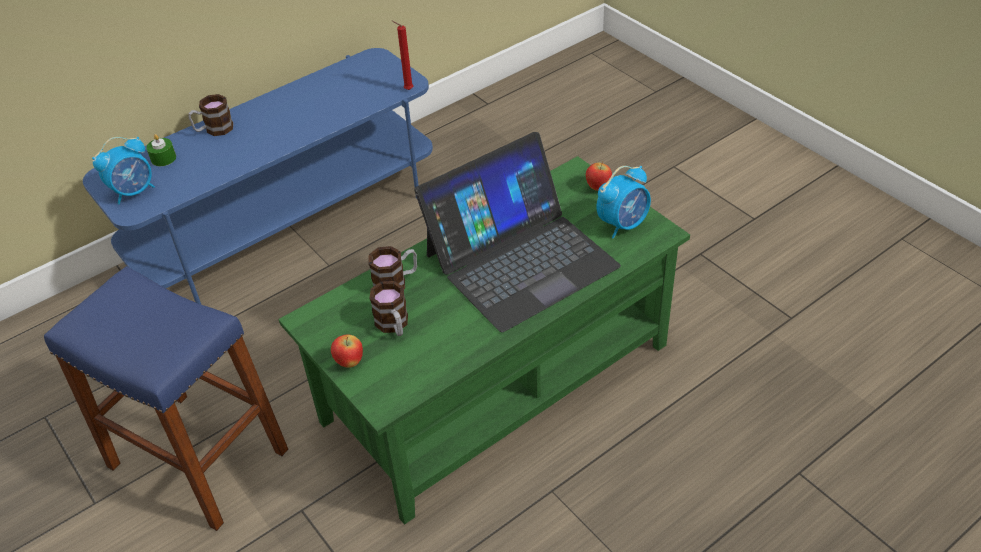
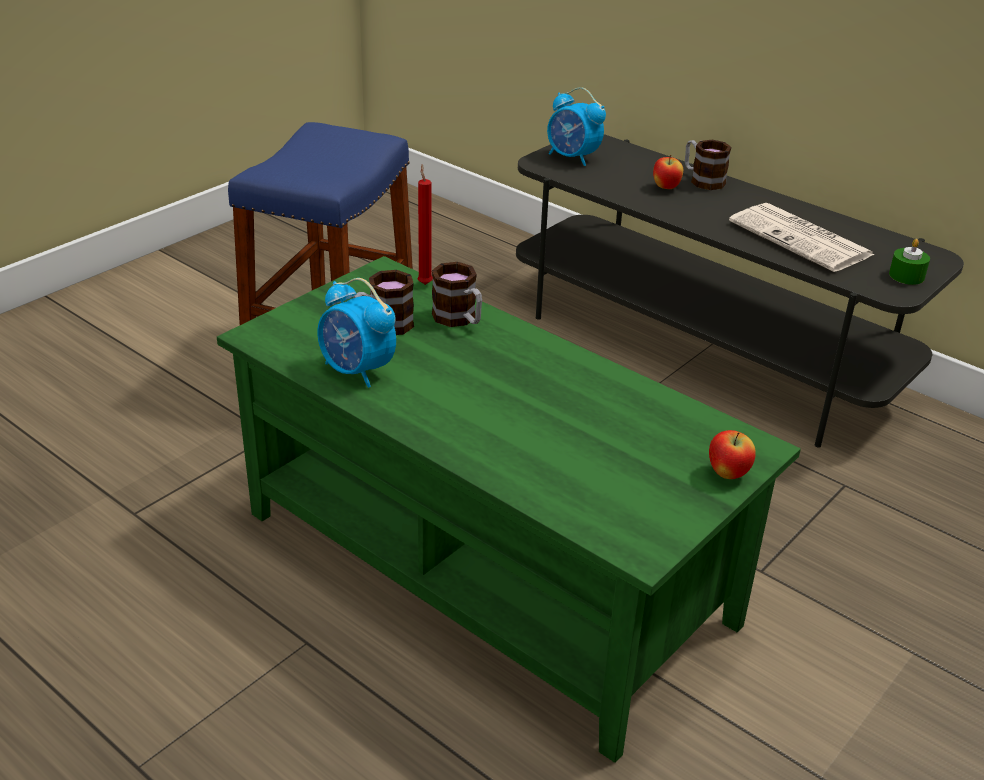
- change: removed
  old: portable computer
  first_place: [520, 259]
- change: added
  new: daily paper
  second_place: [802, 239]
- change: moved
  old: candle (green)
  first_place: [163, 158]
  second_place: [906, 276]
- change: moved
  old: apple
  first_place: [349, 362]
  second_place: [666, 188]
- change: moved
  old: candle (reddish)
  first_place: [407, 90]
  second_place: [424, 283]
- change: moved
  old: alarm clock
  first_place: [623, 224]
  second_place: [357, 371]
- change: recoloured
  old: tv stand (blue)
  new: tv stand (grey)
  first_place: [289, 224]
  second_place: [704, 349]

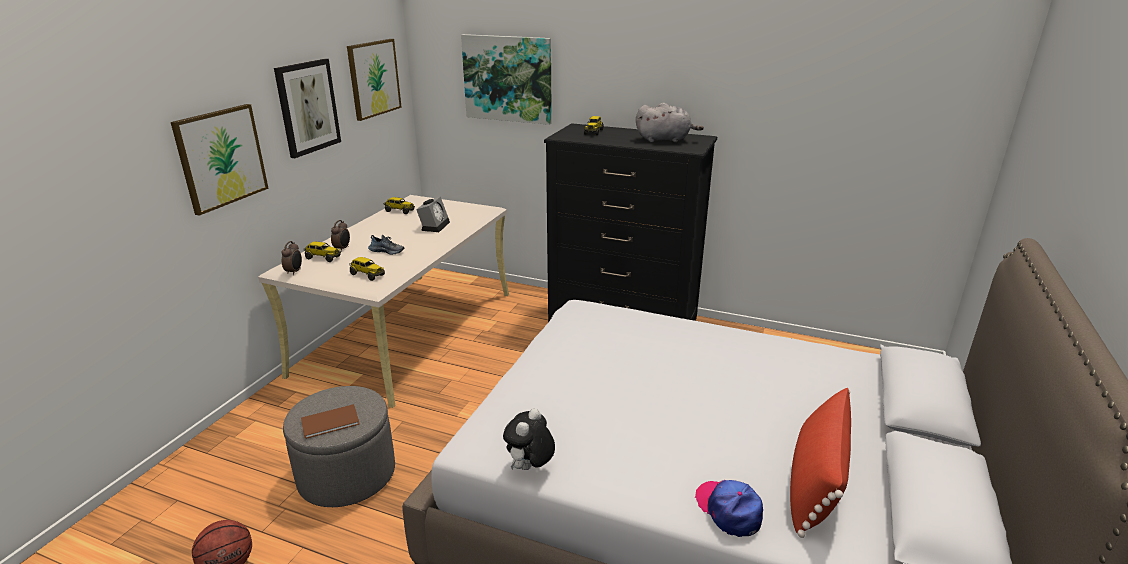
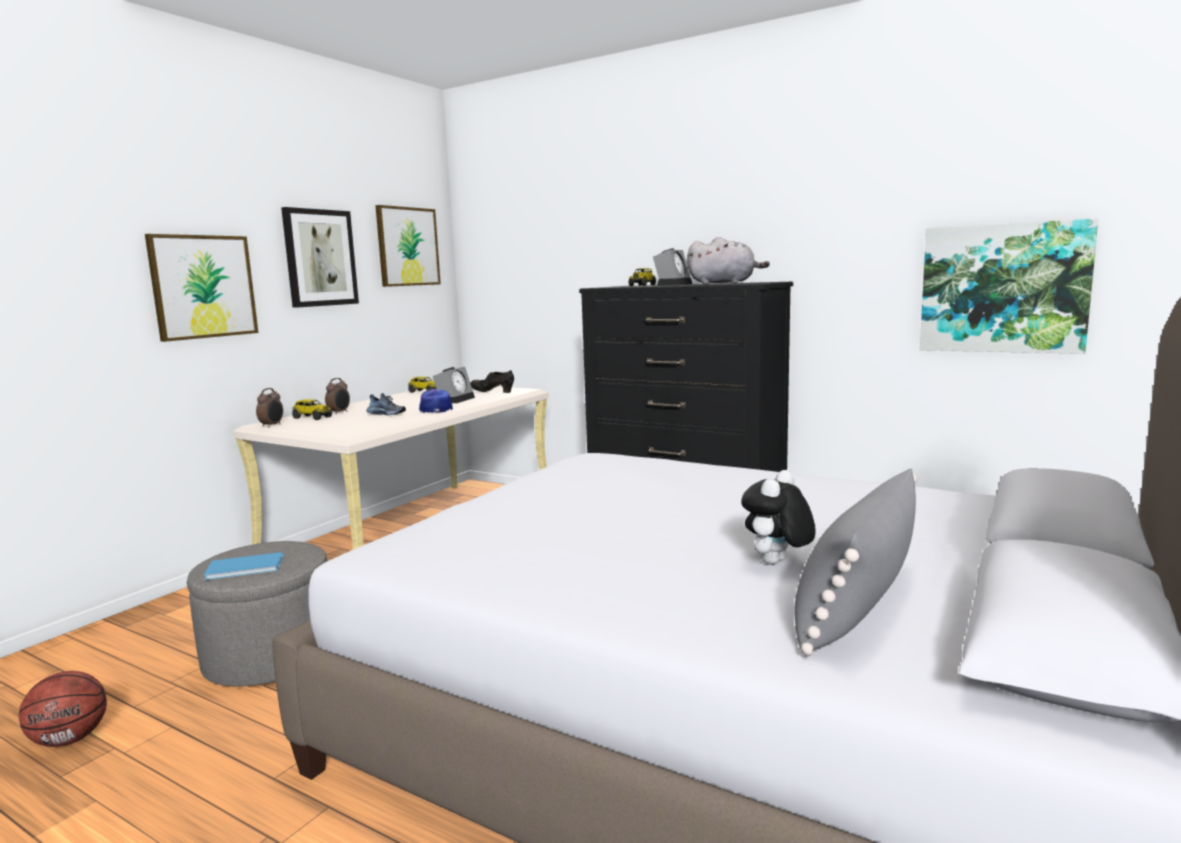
- change: removed
  old: toy truck
  first_place: [367, 274]
- change: added
  new: item of footwear (black)
  second_place: [492, 392]
- change: added
  new: alarm clock
  second_place: [673, 284]
- change: moved
  old: wall picture
  first_place: [508, 79]
  second_place: [1003, 288]
- change: moved
  old: plush toy
  first_place: [530, 468]
  second_place: [777, 564]
- change: moved
  old: baseball cap
  first_place: [728, 510]
  second_place: [435, 409]
- change: recoloured
  old: bound book (brown-coloured)
  new: bound book (blue)
  first_place: [332, 422]
  second_place: [246, 568]
- change: recoloured
  old: throw pillow (reddish)
  new: throw pillow (grey)
  first_place: [815, 481]
  second_place: [856, 602]

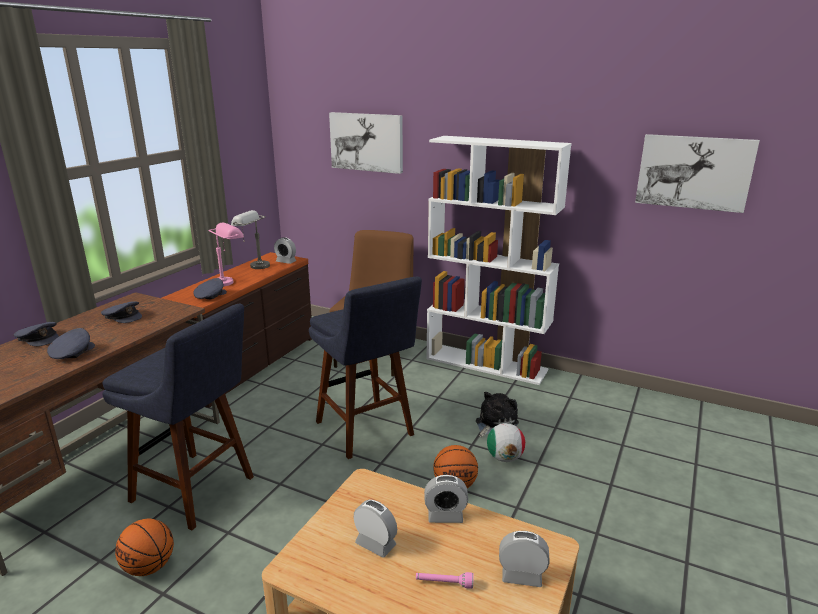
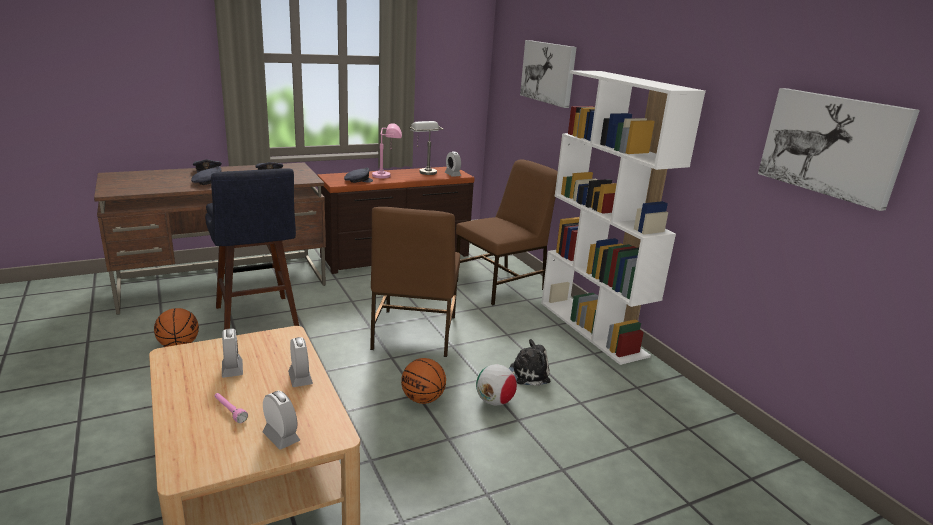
- change: replaced
  old: stool (blue)
  new: upright chair (brown-coloured)
  first_place: [367, 431]
  second_place: [413, 333]
- change: turned
  old: alarm clock
  first_place: [445, 516]
  second_place: [300, 378]
  degrees: -150

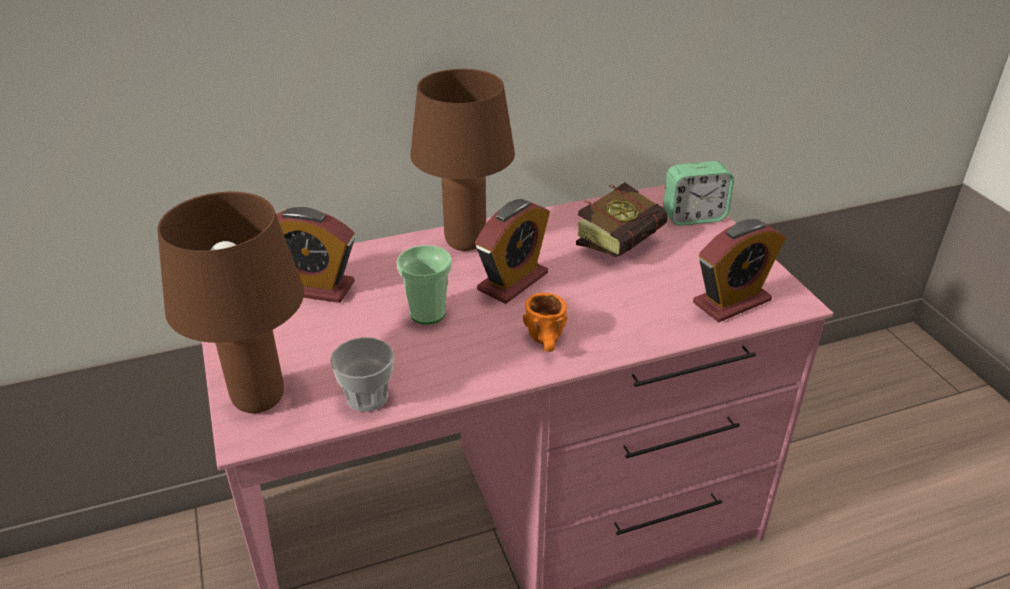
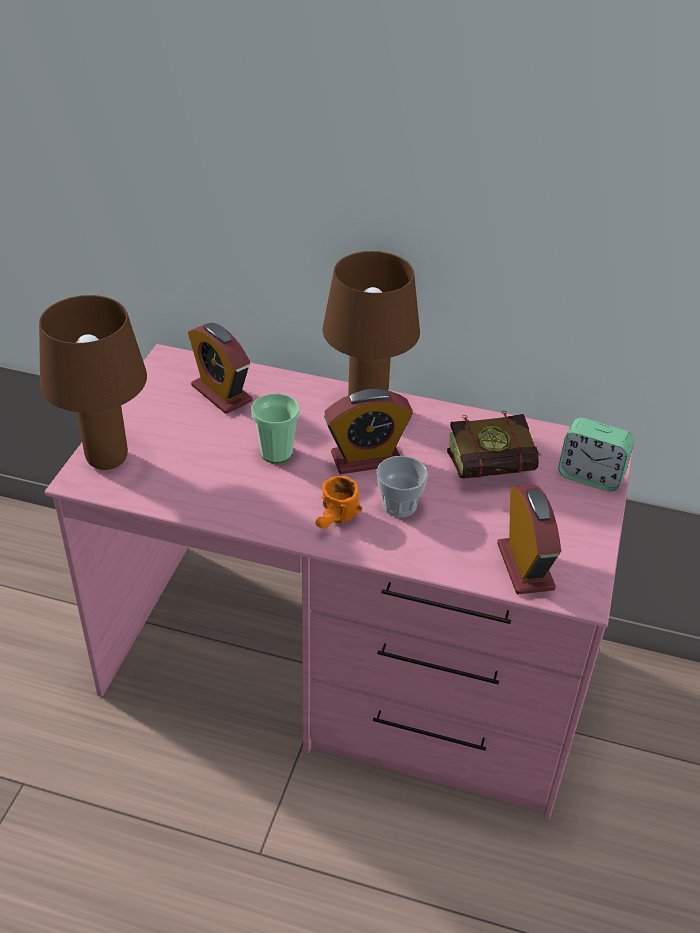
- change: moved
  old: cup
  first_place: [367, 397]
  second_place: [399, 505]
- change: turned
  old: alarm clock
  first_place: [731, 302]
  second_place: [525, 566]
  degrees: -105

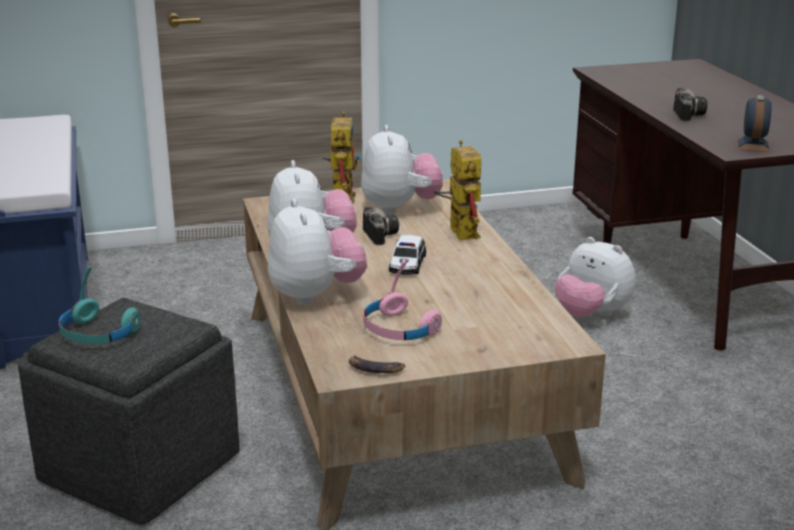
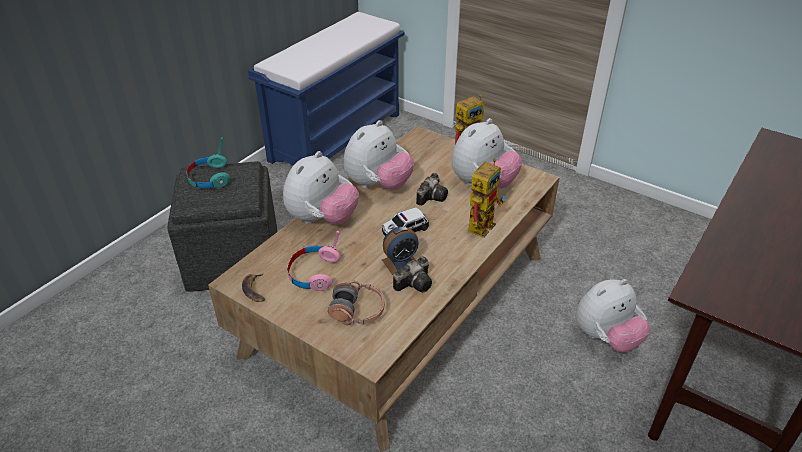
- change: added
  new: headset
  second_place: [357, 311]
- change: moved
  old: still camera
  first_place: [687, 114]
  second_place: [415, 283]
- change: moved
  old: alarm clock
  first_place: [753, 145]
  second_place: [400, 262]
- change: turned
  old: plush toy
  first_place: [591, 314]
  second_place: [606, 338]
  degrees: -120

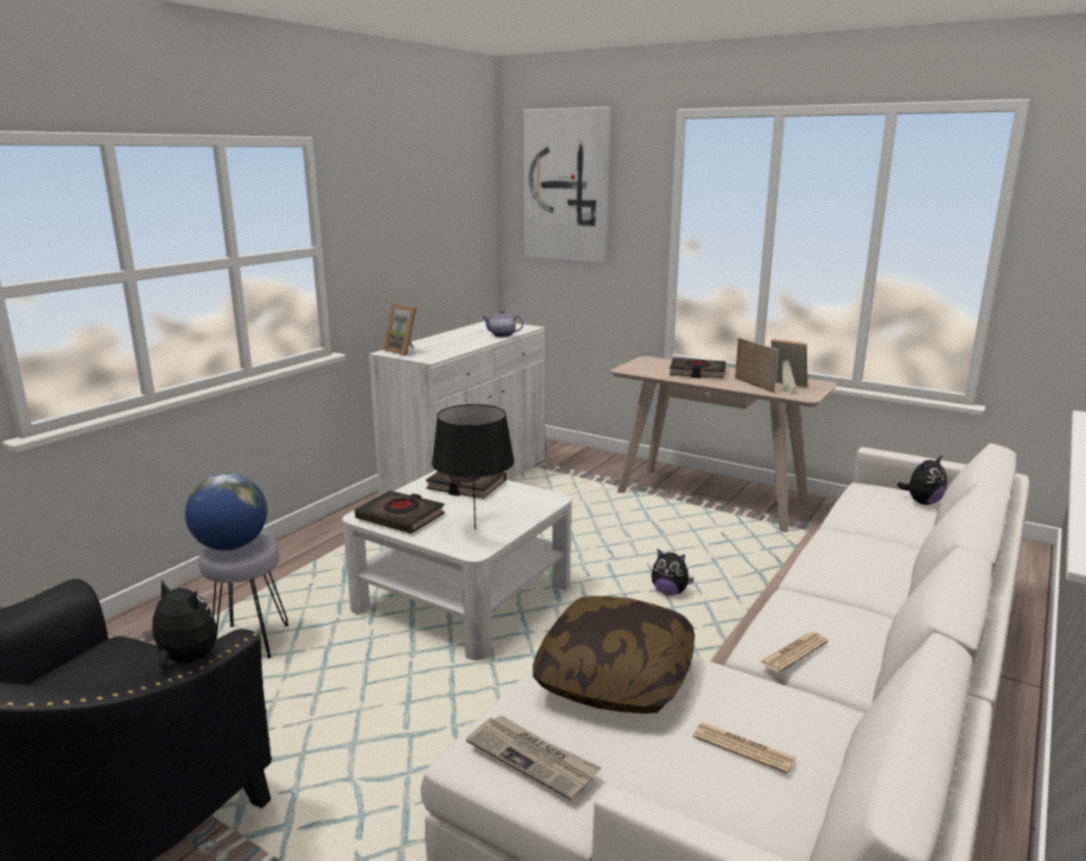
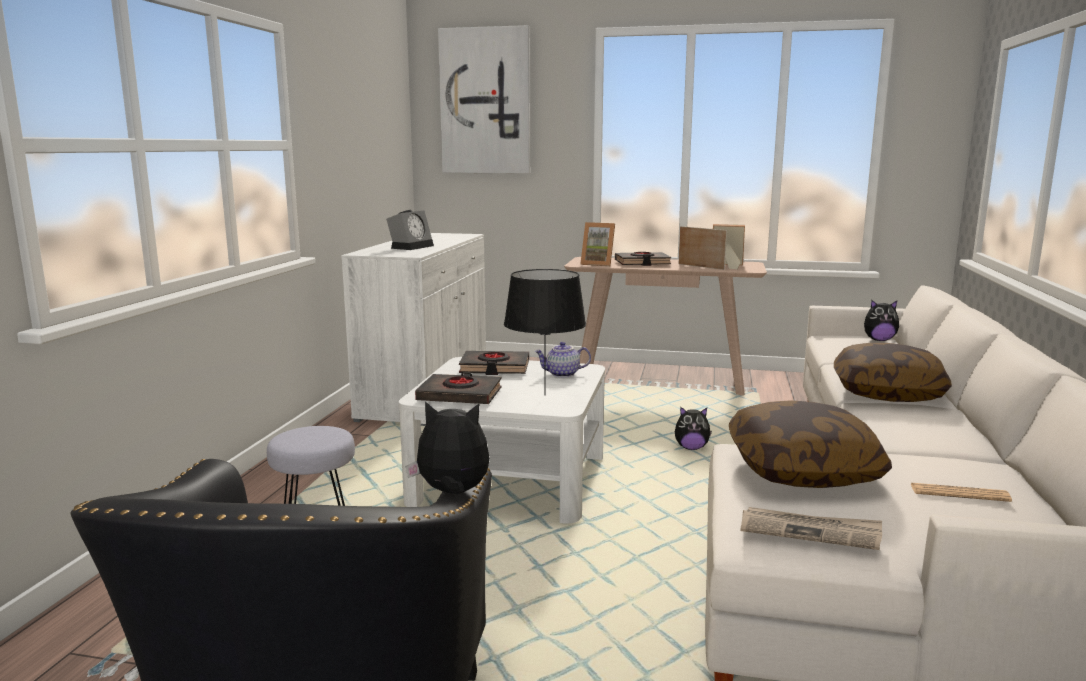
- change: removed
  old: globe
  first_place: [231, 546]
- change: removed
  old: daily paper
  first_place: [794, 653]
- change: added
  new: alarm clock
  second_place: [411, 247]
- change: added
  new: throw pillow
  second_place: [887, 393]
- change: moved
  old: standing frame
  first_place: [404, 351]
  second_place: [598, 264]
- change: moved
  old: pot for tea
  first_place: [502, 335]
  second_place: [562, 374]
- change: turned
  old: plush toy
  first_place: [922, 502]
  second_place: [879, 340]
  degrees: 60

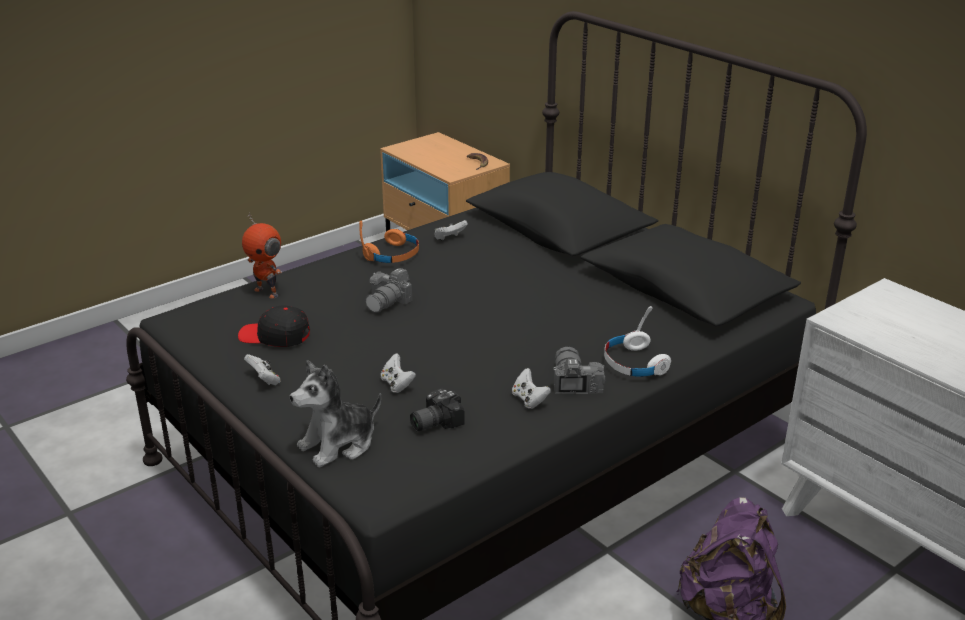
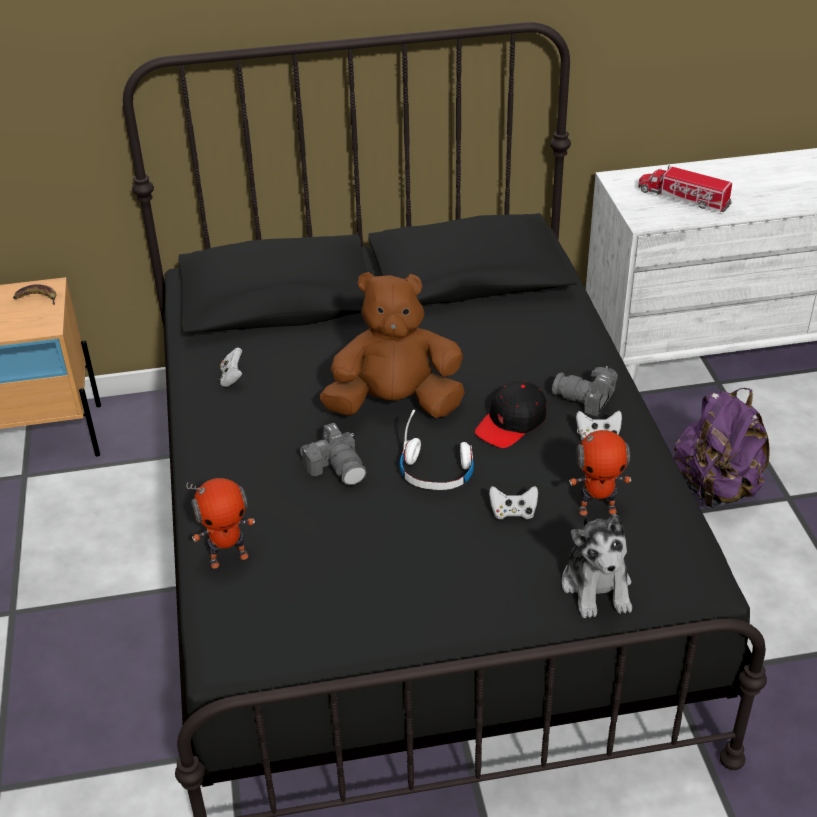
- change: removed
  old: game controller (white)
  first_place: [264, 380]
- change: removed
  old: headset (orange)
  first_place: [393, 255]
- change: added
  new: plush toy (brown-coloured)
  second_place: [395, 405]
- change: added
  new: toy truck
  second_place: [683, 198]
- change: moved
  old: baseball cap (black)
  first_place: [275, 336]
  second_place: [511, 423]
- change: moved
  old: headset (white)
  first_place: [634, 364]
  second_place: [436, 473]
- change: replaced
  old: still camera
  new: robot figure
  first_place: [433, 422]
  second_place: [597, 508]

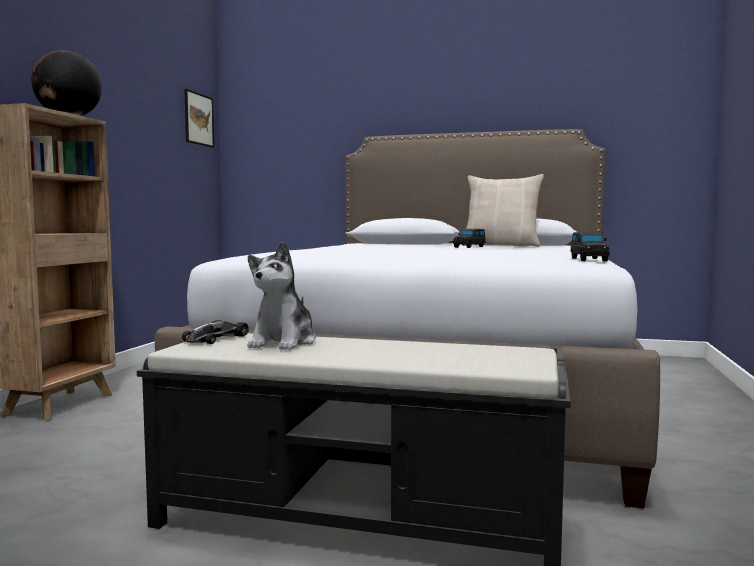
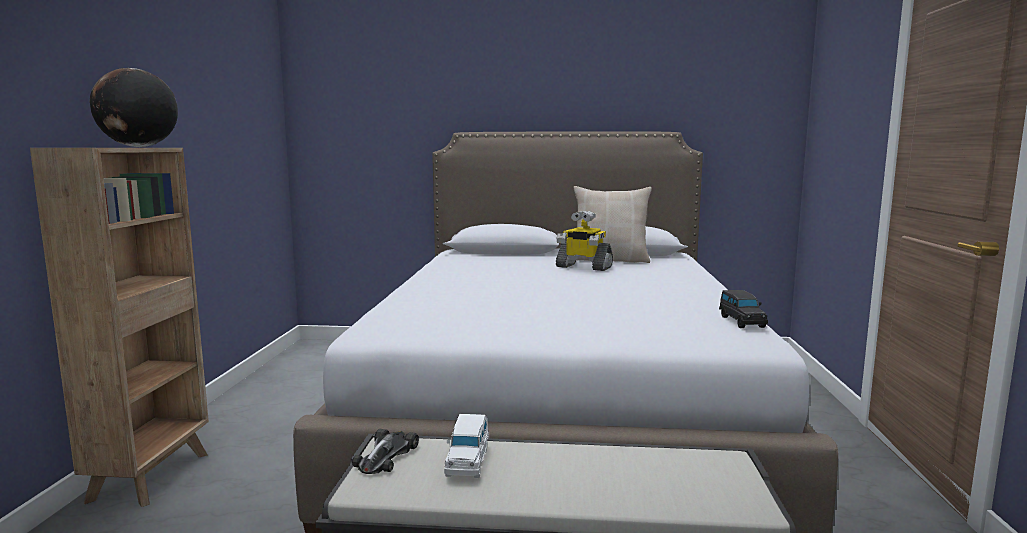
- change: removed
  old: wall picture
  first_place: [198, 119]
- change: replaced
  old: plush toy
  new: toy car (white)
  first_place: [284, 342]
  second_place: [468, 461]
- change: replaced
  old: toy car (black)
  new: robot figure
  first_place: [470, 247]
  second_place: [583, 267]

